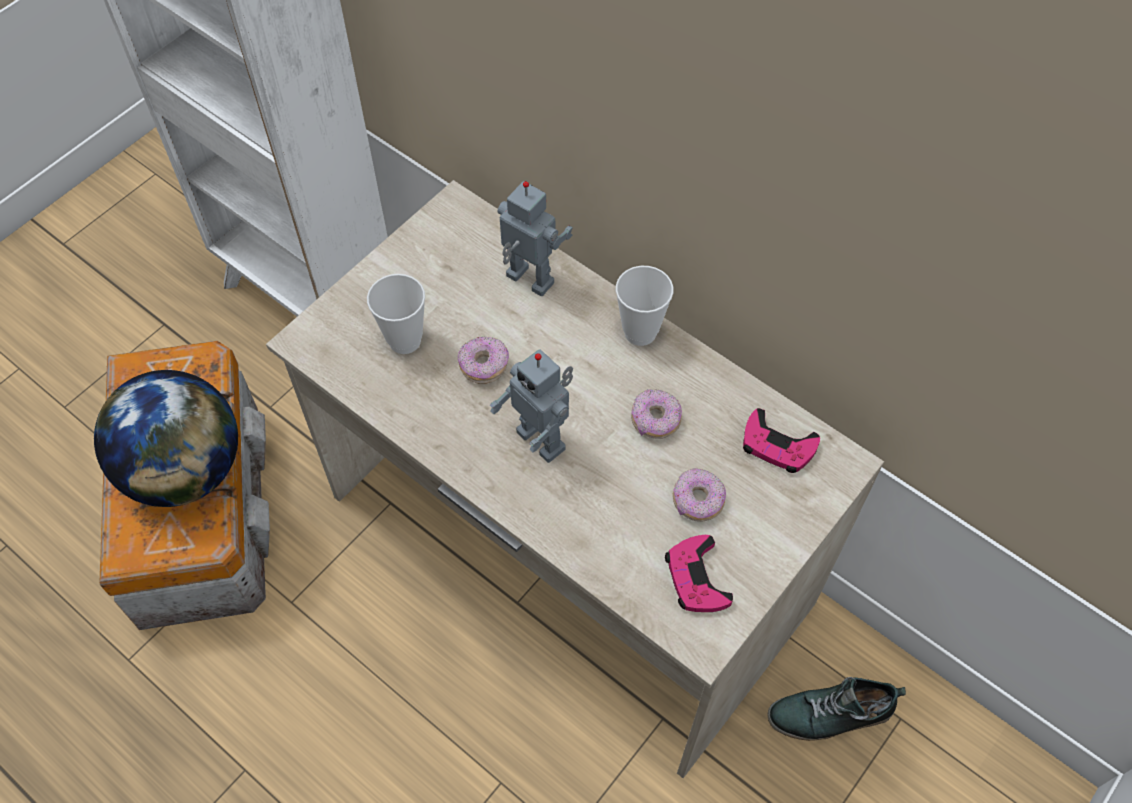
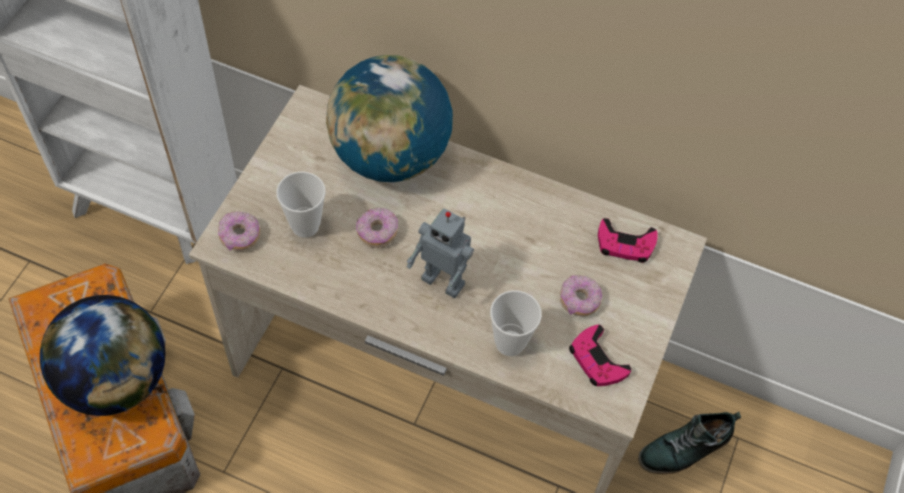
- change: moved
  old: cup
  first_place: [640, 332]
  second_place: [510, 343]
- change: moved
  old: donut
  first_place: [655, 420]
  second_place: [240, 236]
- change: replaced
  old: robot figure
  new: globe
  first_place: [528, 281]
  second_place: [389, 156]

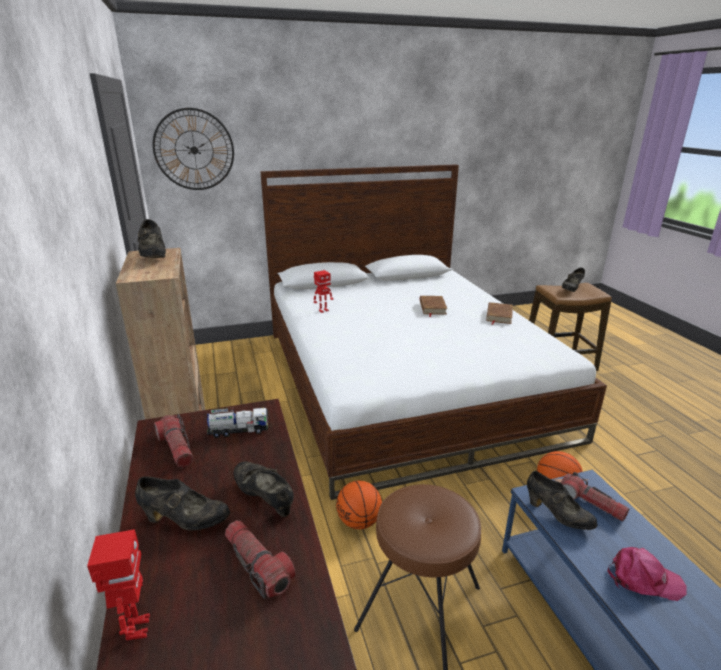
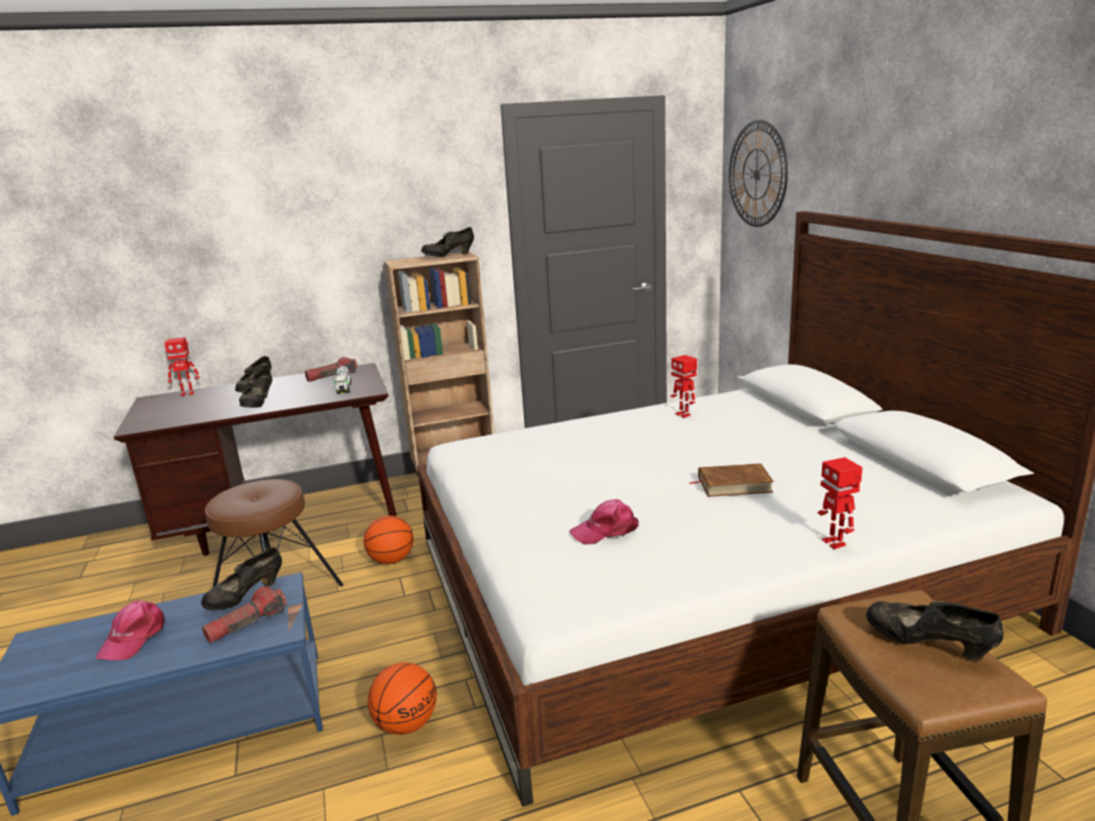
- change: removed
  old: flashlight
  first_place: [257, 565]
- change: removed
  old: bound book (brown-coloured)
  first_place: [498, 315]
- change: added
  new: baseball cap (pink-coloured)
  second_place: [606, 530]
- change: added
  new: robot figure
  second_place: [835, 543]
- change: turned
  old: item of footwear (black)
  first_place: [264, 499]
  second_place: [258, 404]
  degrees: 135

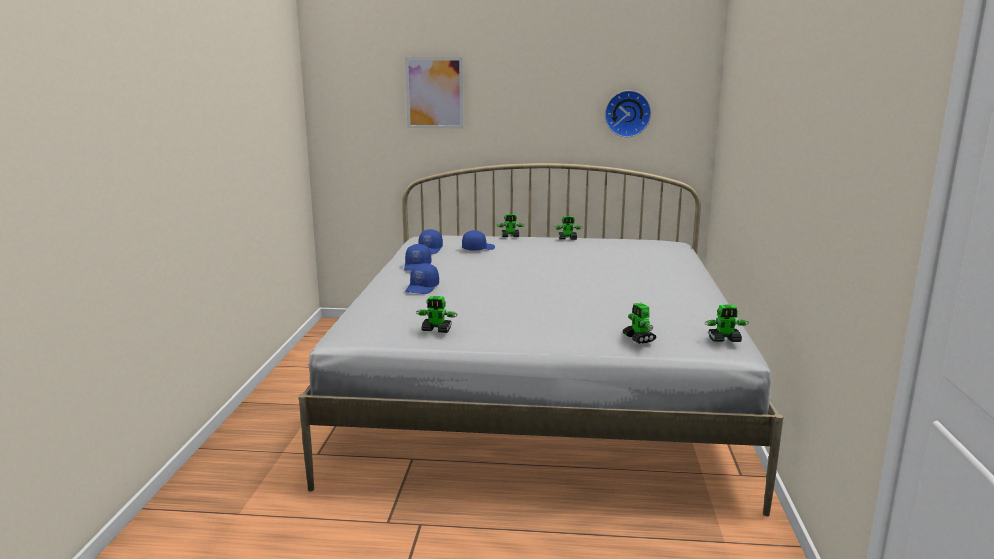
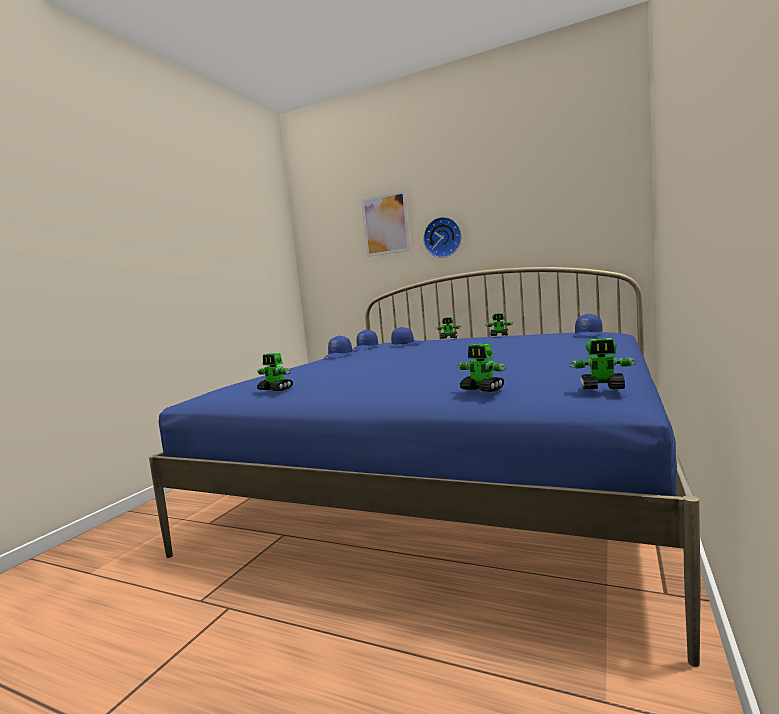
- change: moved
  old: baseball cap (blue)
  first_place: [422, 288]
  second_place: [587, 335]
- change: moved
  old: wall clock
  first_place: [627, 113]
  second_place: [443, 237]
- change: recoloured
  old: sleeping bed (white)
  new: sleeping bed (blue)
  first_place: [541, 394]
  second_place: [454, 481]
- change: turned
  old: robot figure
  first_place: [639, 339]
  second_place: [482, 389]
  degrees: -45

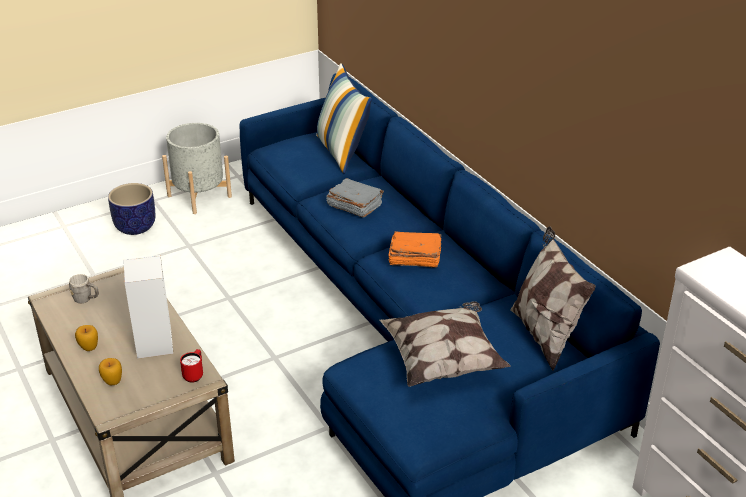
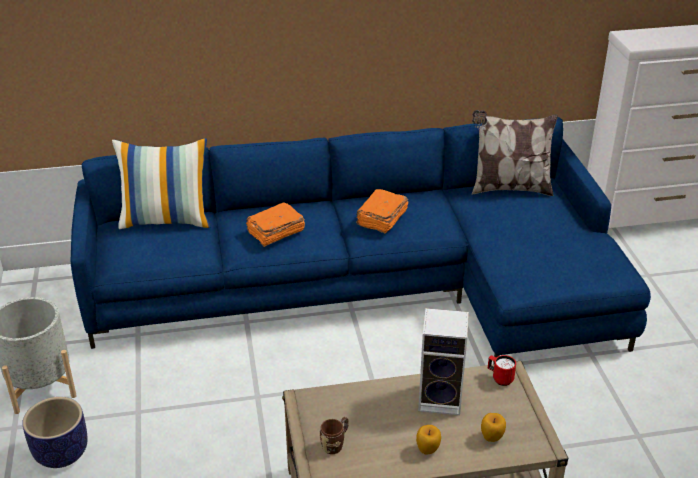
- change: removed
  old: throw pillow
  first_place: [443, 360]
- change: recoloured
  old: coffee mug (grey)
  new: coffee mug (brown-coloured)
  first_place: [86, 299]
  second_place: [335, 444]
- change: recoloured
  old: bound book (grey)
  new: bound book (orange)
  first_place: [354, 206]
  second_place: [275, 232]

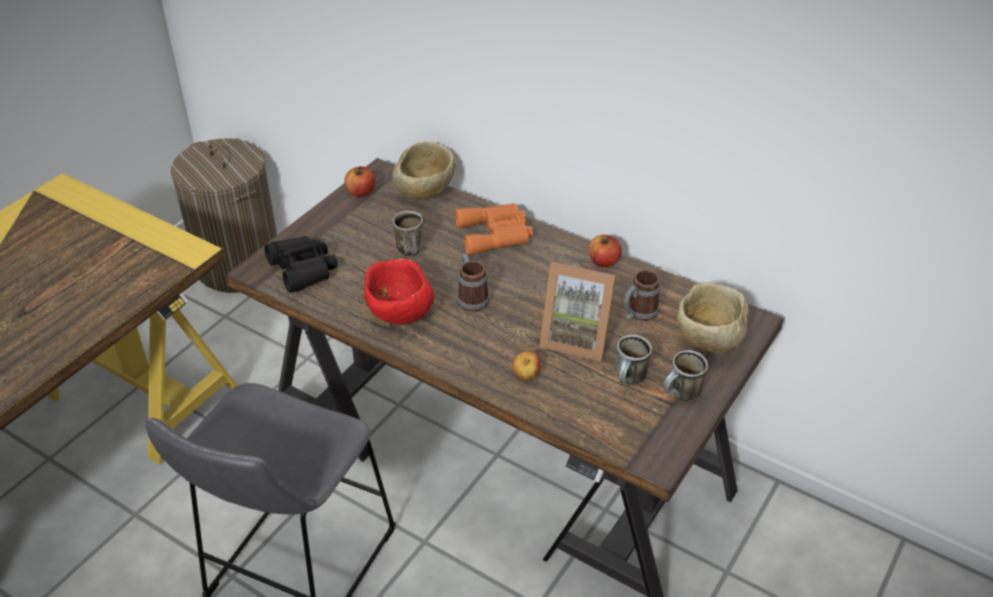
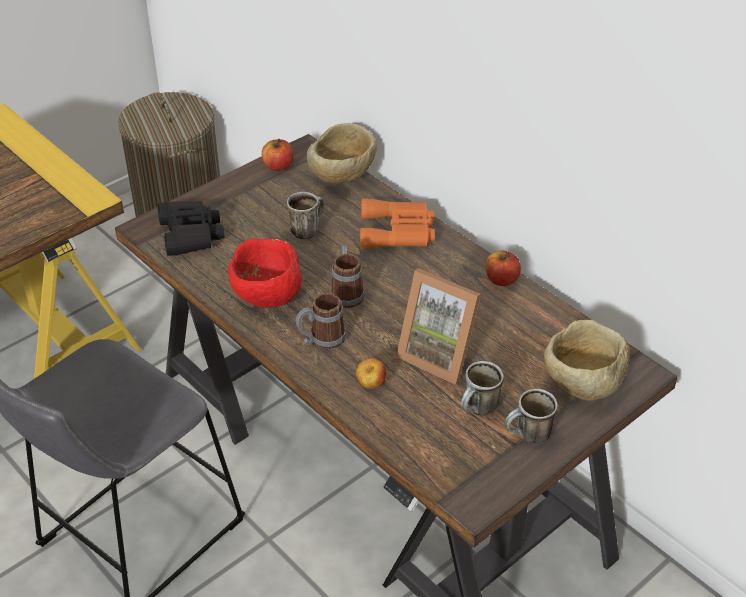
- change: moved
  old: coffee mug
  first_place: [638, 314]
  second_place: [321, 340]

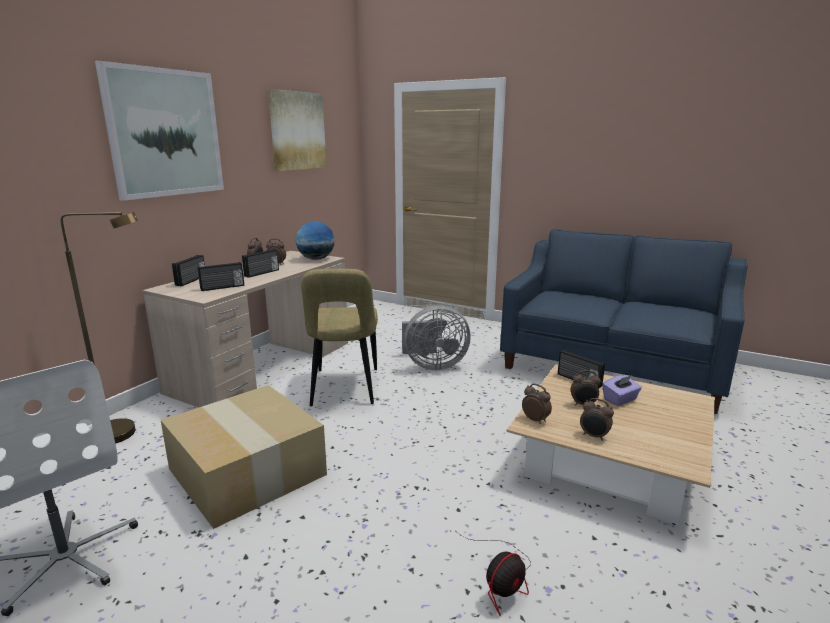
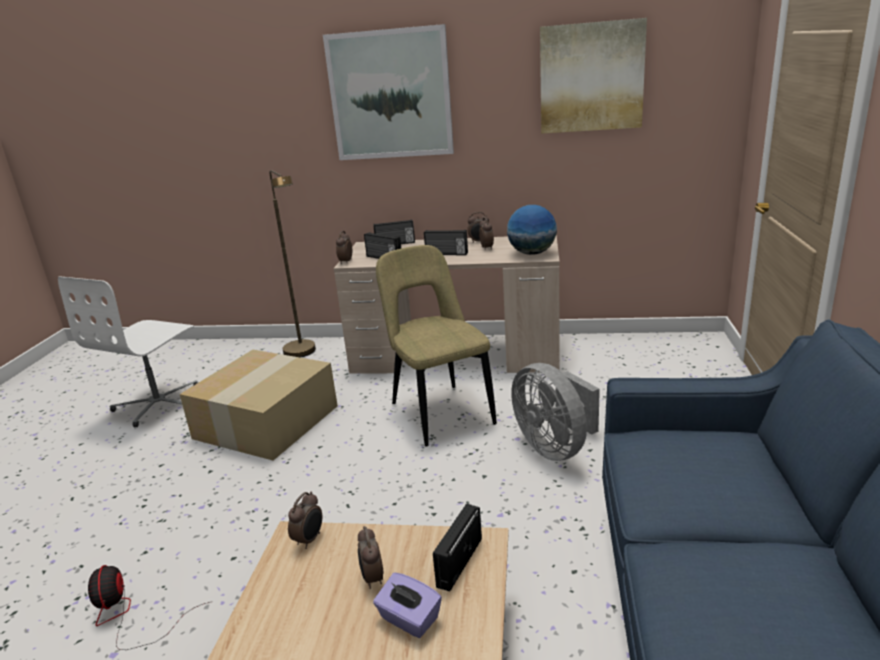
- change: moved
  old: alarm clock
  first_place: [594, 436]
  second_place: [345, 262]
- change: turned
  old: upright chair (beige-coloured)
  first_place: [344, 389]
  second_place: [439, 411]
  degrees: 90
- change: turned
  old: cooling fan
  first_place: [502, 579]
  second_place: [129, 616]
  degrees: 45

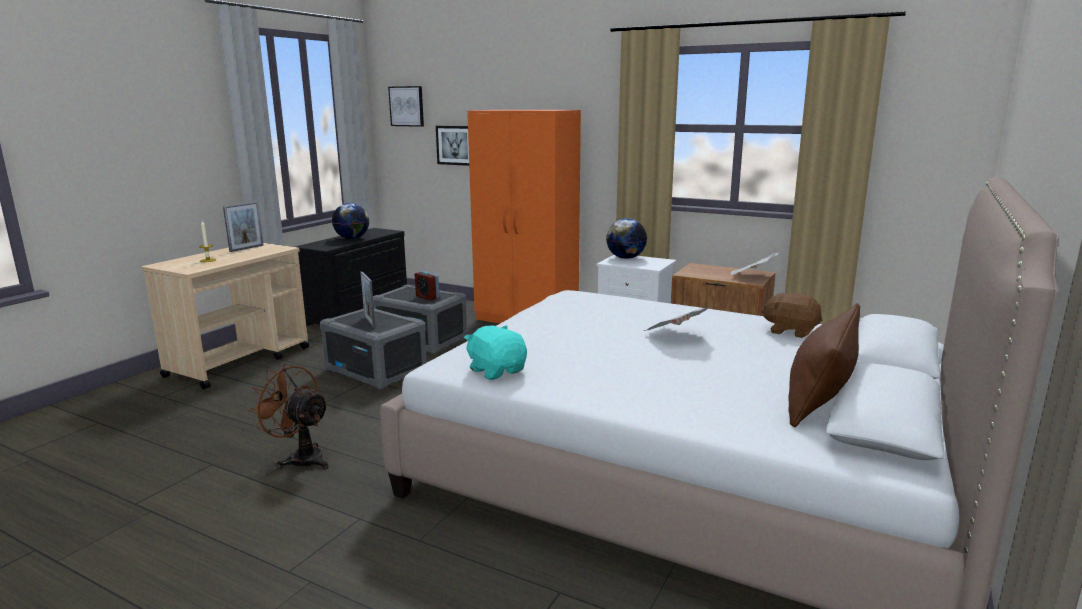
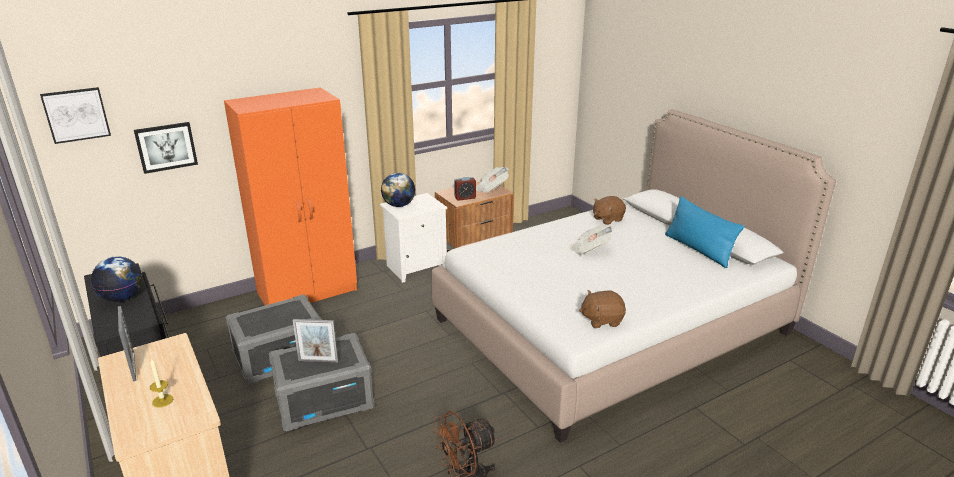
- change: moved
  old: alarm clock
  first_place: [427, 297]
  second_place: [465, 198]
- change: recoloured
  old: plush toy (turquoise)
  new: plush toy (brown-coloured)
  first_place: [497, 371]
  second_place: [602, 320]
- change: recoloured
  old: throw pillow (brown-coloured)
  new: throw pillow (blue)
  first_place: [819, 398]
  second_place: [698, 249]

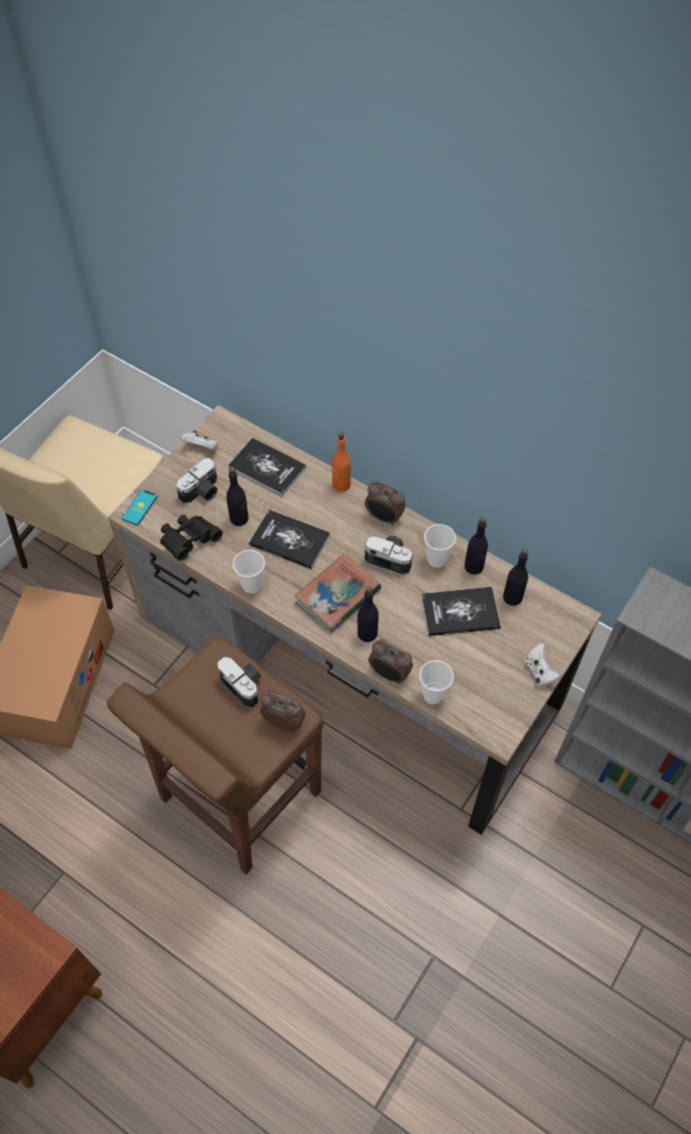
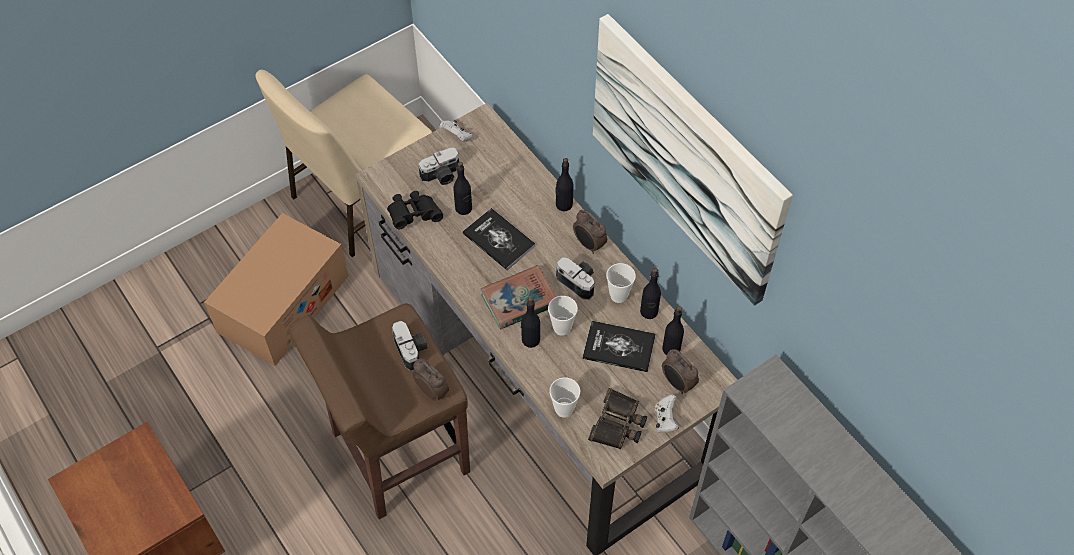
- change: removed
  old: phone
  first_place: [140, 507]
- change: removed
  old: bound book
  first_place: [267, 468]
- change: added
  new: pair of binoculars
  second_place: [618, 424]
- change: added
  new: wall picture
  second_place: [686, 158]
- change: moved
  old: cup
  first_place: [252, 585]
  second_place: [562, 328]
- change: moved
  old: alarm clock
  first_place: [389, 674]
  second_place: [677, 383]
- change: recoloured
  old: drink bottle (orange)
  new: drink bottle (black)
  first_place: [341, 485]
  second_place: [563, 204]

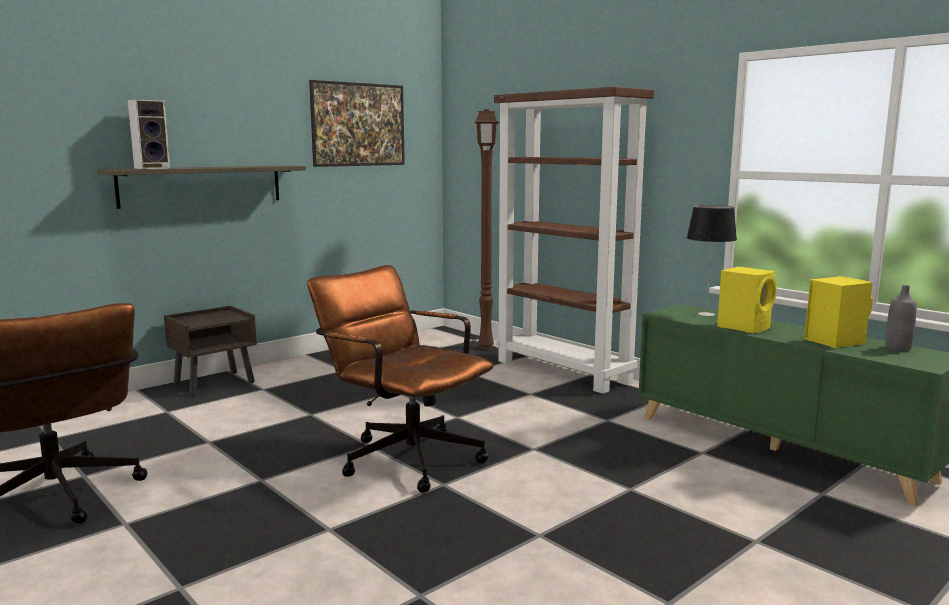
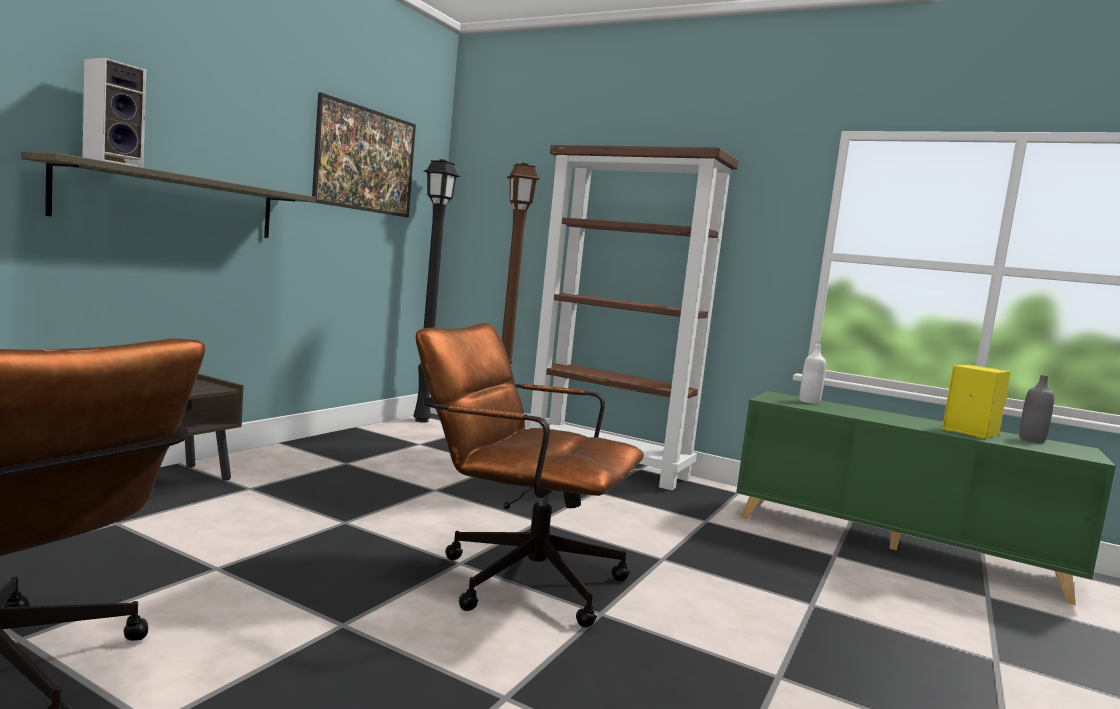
- change: removed
  old: speaker (yellowish)
  first_place: [745, 327]
- change: added
  new: standing lamp (black)
  second_place: [423, 420]
- change: replaced
  old: table lamp
  new: drink bottle (white)
  first_place: [706, 314]
  second_place: [809, 402]

